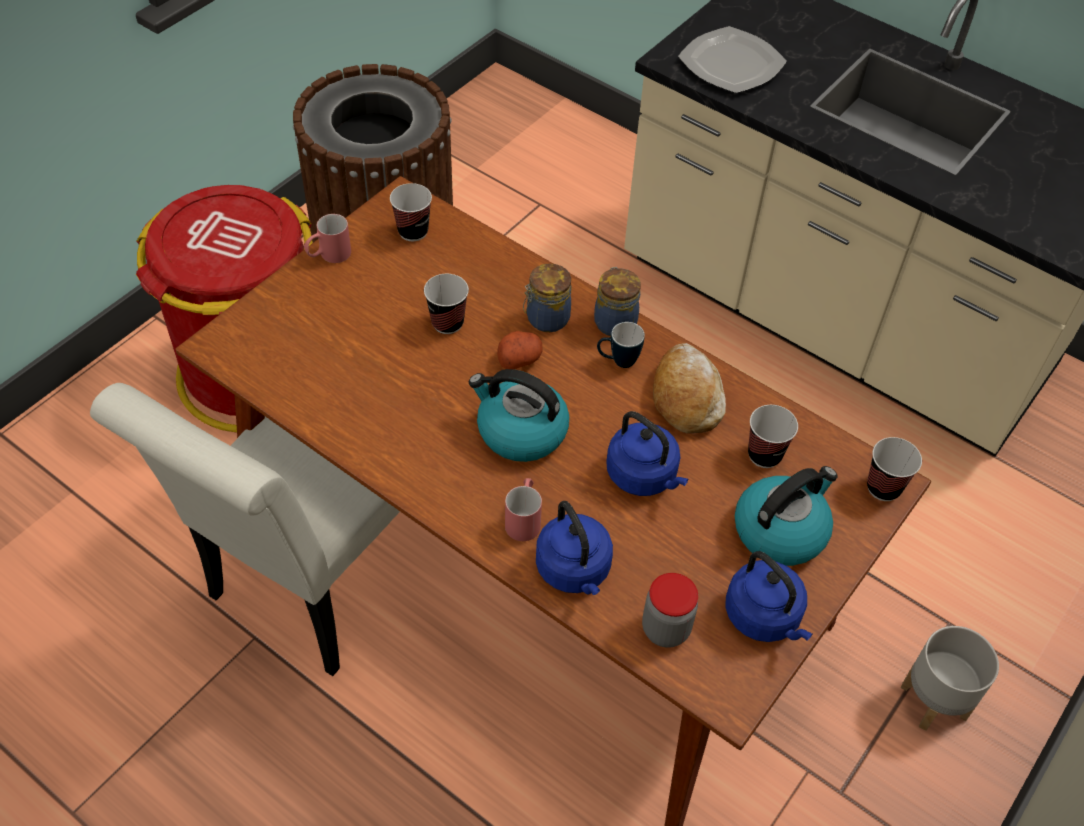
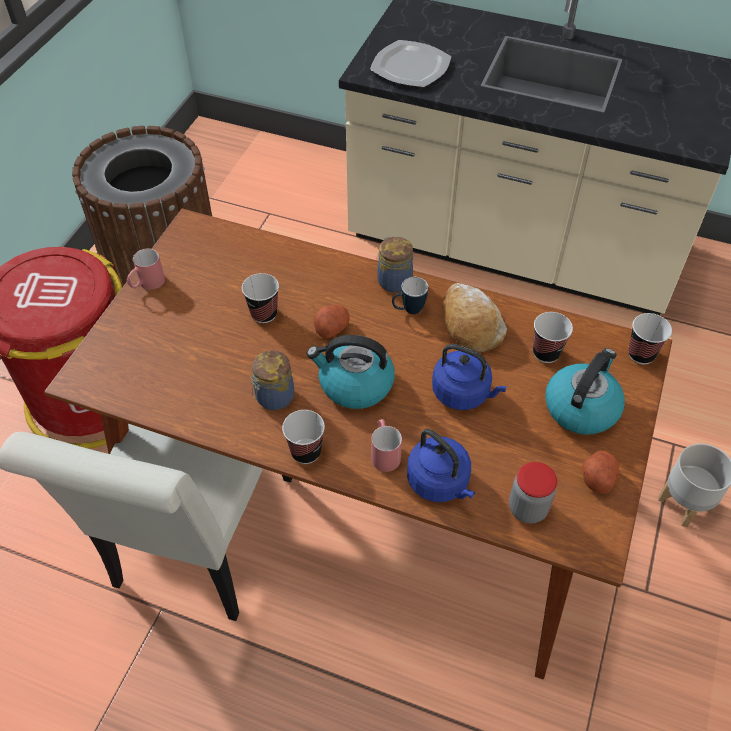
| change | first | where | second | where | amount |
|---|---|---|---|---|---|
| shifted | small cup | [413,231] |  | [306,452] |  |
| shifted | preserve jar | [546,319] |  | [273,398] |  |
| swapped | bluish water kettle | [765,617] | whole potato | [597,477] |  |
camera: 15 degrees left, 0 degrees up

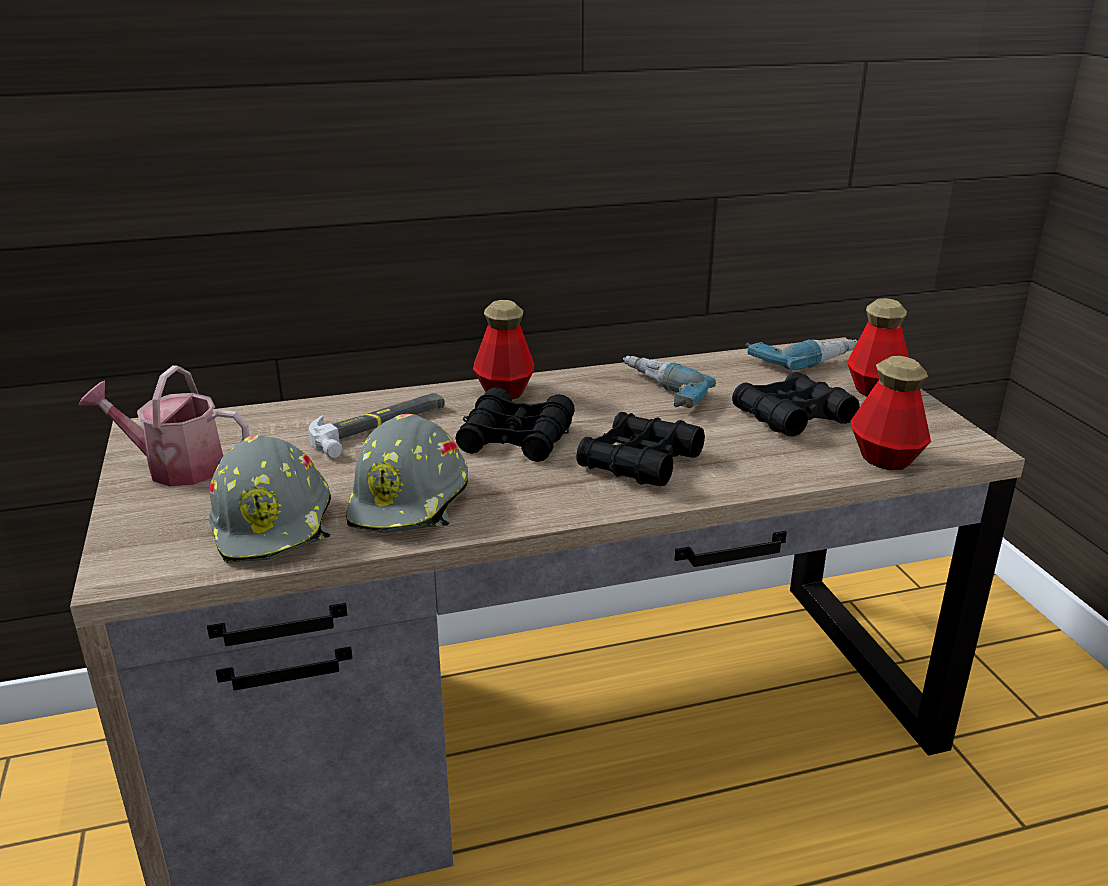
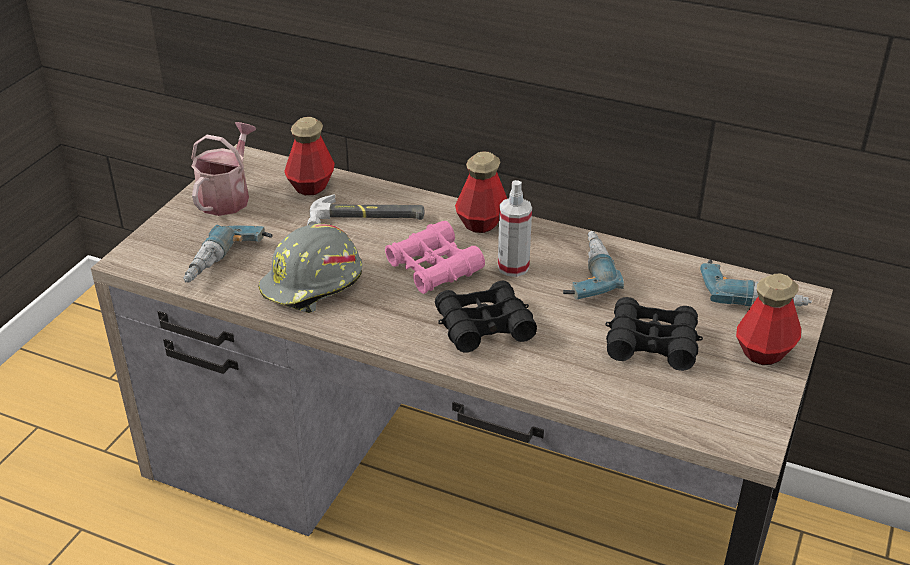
| change | first | where | second | where | amount |
|---|---|---|---|---|---|
| shifted | drink bottle | [885,458] |  | [311,186] |  |
| rotated | sprinkling can | [175,467] |  | [227,197] | 60 degrees clockwise |
| repainted | black-coloured pair of binoculars | [516,439] | pink-coloured pair of binoculars | [433,267] |  |
| swapped | grey safety helmet | [274,524] | electric drill | [228,264] |  |
| new |  |  | spray bottle | [513,267] |  |
camera: 40 degrees right, 10 degrees up

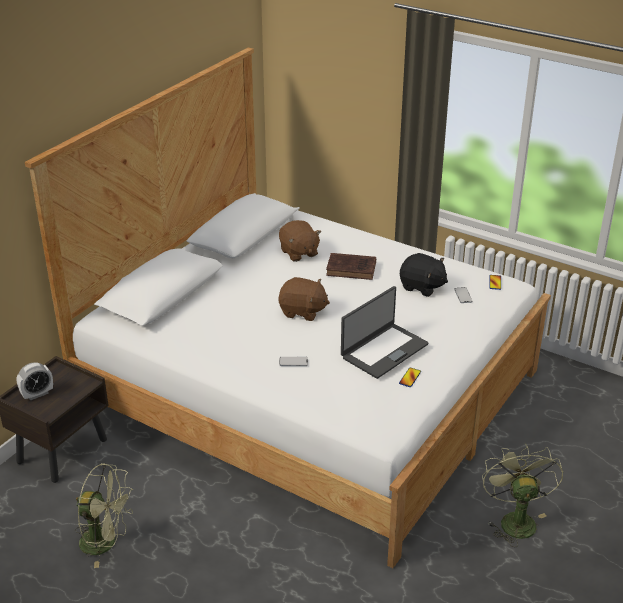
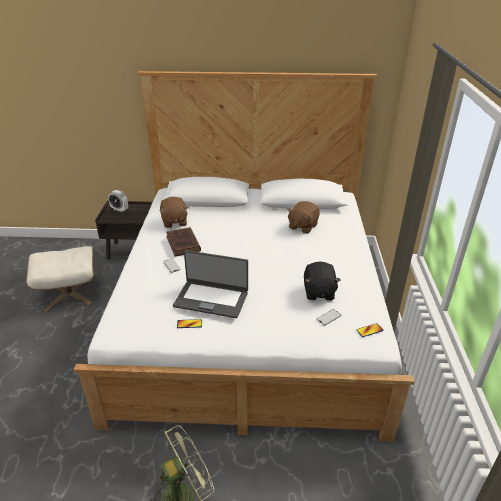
| change | first | where | second | where | amount |
|---|---|---|---|---|---|
| shifted | brown volume | [352,269] |  | [183,244] |  |
| shifted | brown cuddly toy | [302,311] |  | [174,221] |  |
| swapped | green fan | [106,542] | sand-coloured footrest | [69,294] |  |
camera: 60 degrees right, 0 degrees up

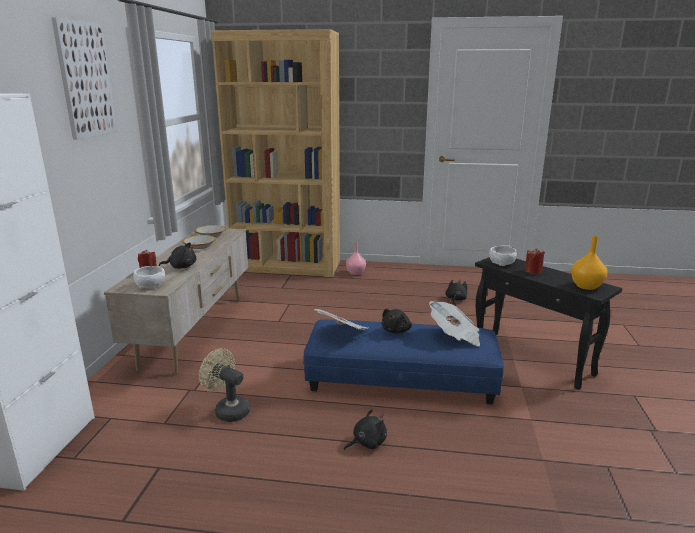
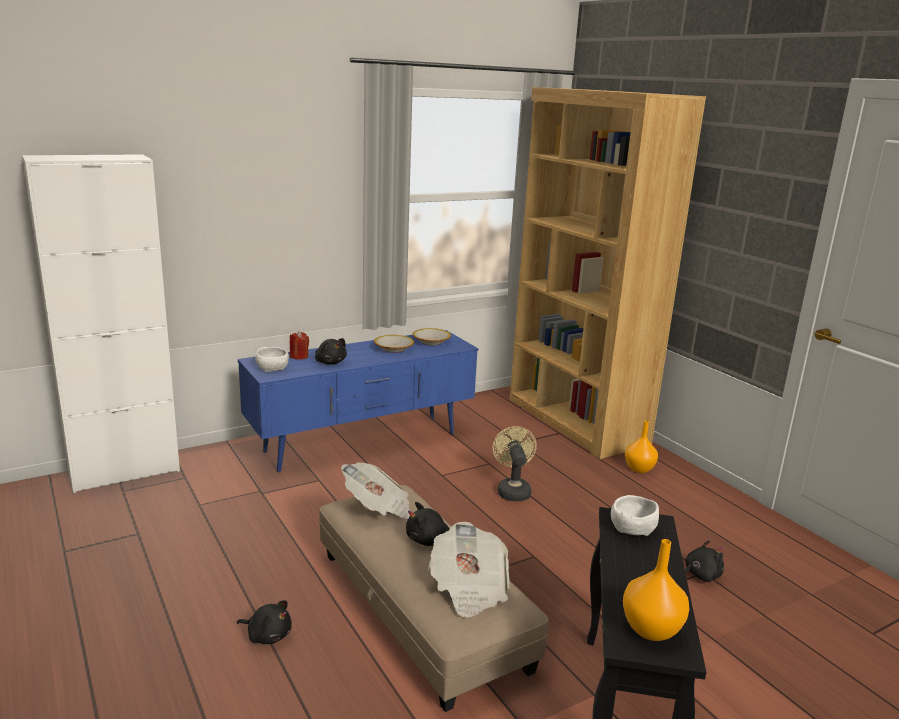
| change | first | where | second | where | amount |
|---|---|---|---|---|---|
| gone | wall picture | [85,80] |  |  |  |
| repainted | sand-coloured tv stand | [195,331] | bluish tv stand | [362,443] |  |
| repainted | pink-coloured vase | [355,273] | orange-coloured vase | [638,469] |  |
| gone | red-coloured wax light | [533,271] |  |  |  |
| repainted | bluish footrest | [401,379] | sand-coloured footrest | [420,609] |  |
| shifted | sand-coloured fan | [228,410] |  | [512,490] |  |
camera: 50 degrees right, 0 degrees up

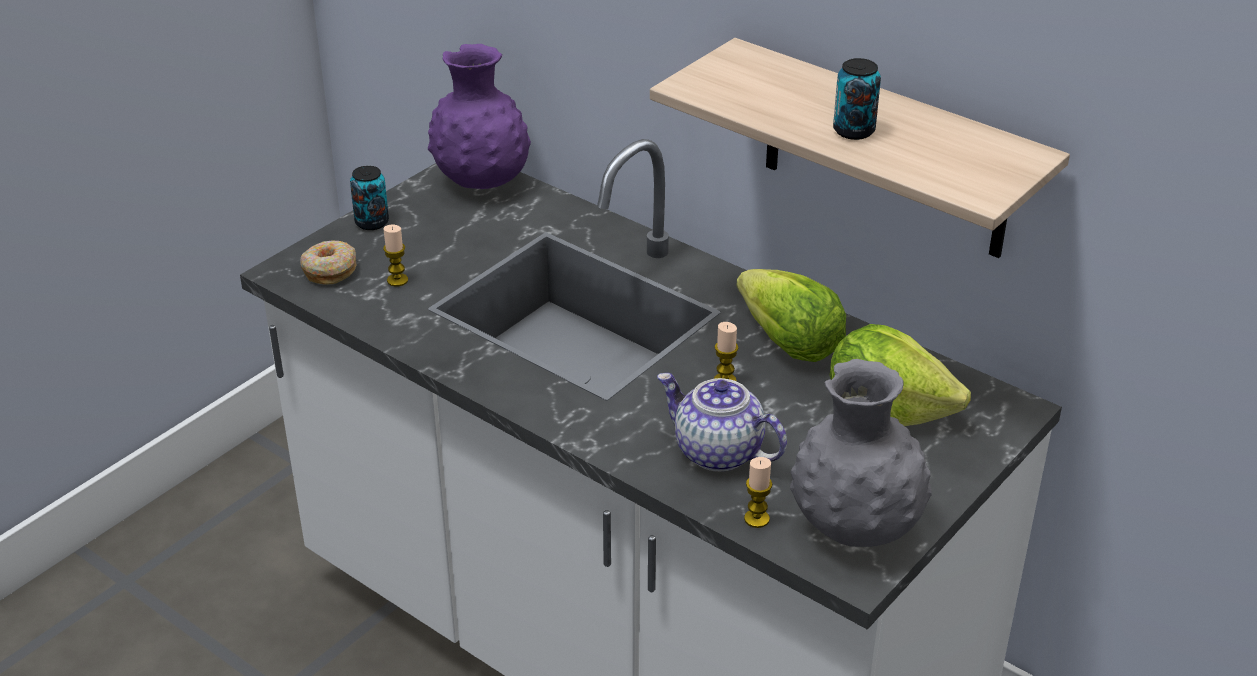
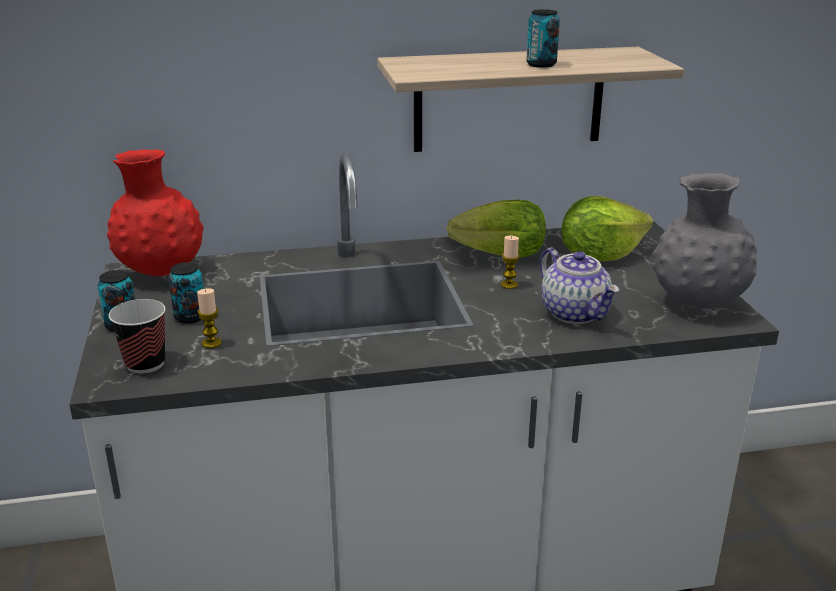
| change | first | where | second | where | amount |
|---|---|---|---|---|---|
| repainted | purple vase | [482,182] | red-coloured vase | [161,272] |  |
| swapped | doughnut | [329,270] | small cup | [145,364] |  |
| rotated | pot for tea | [717,452] |  | [575,313] | 105 degrees counterclockwise |
| gone | wax light | [756,519] |  |  |  |
| new |  |  | can | [190,317] |  |
camera: 50 degrees left, 10 degrees down

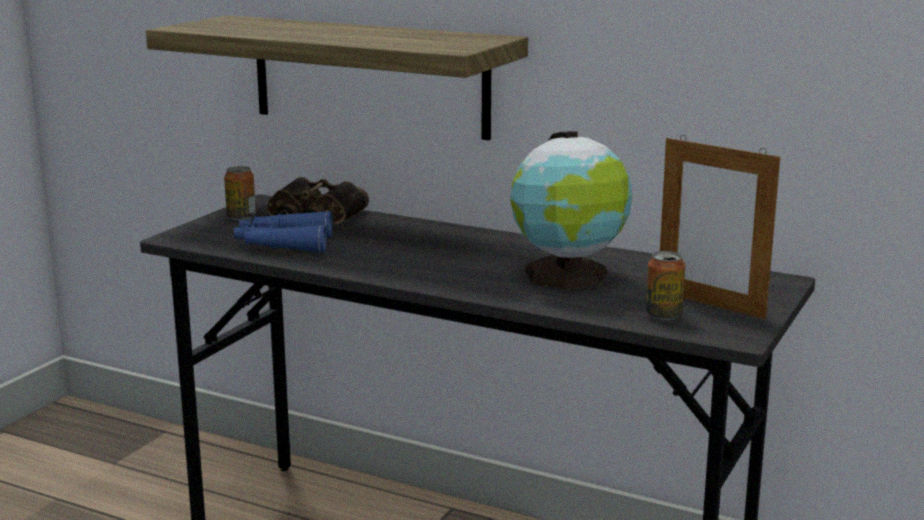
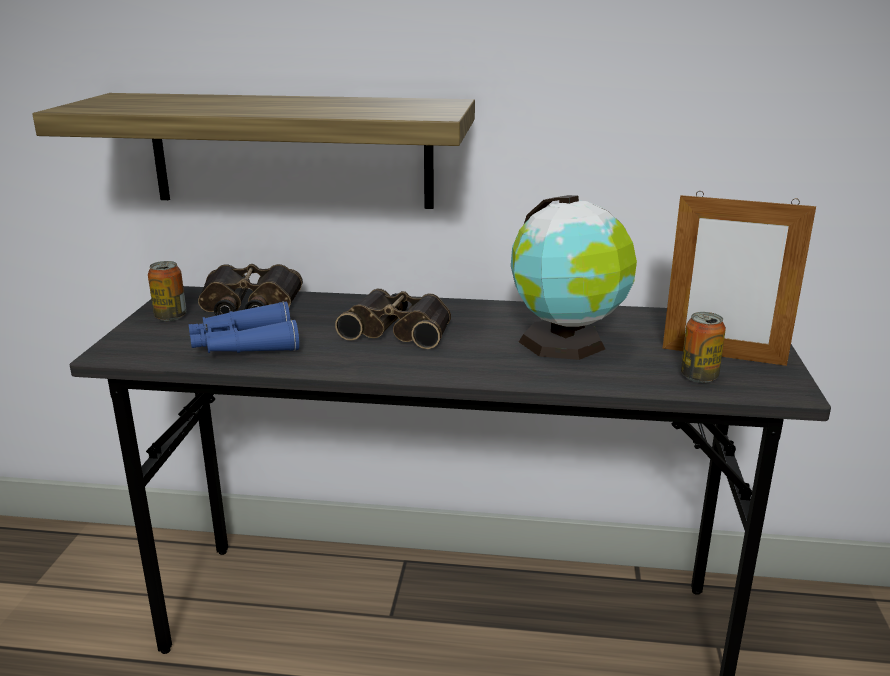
| change | first | where | second | where | amount |
|---|---|---|---|---|---|
| new |  |  | pair of binoculars | [400,329] |  |
camera: 20 degrees left, 5 degrees up

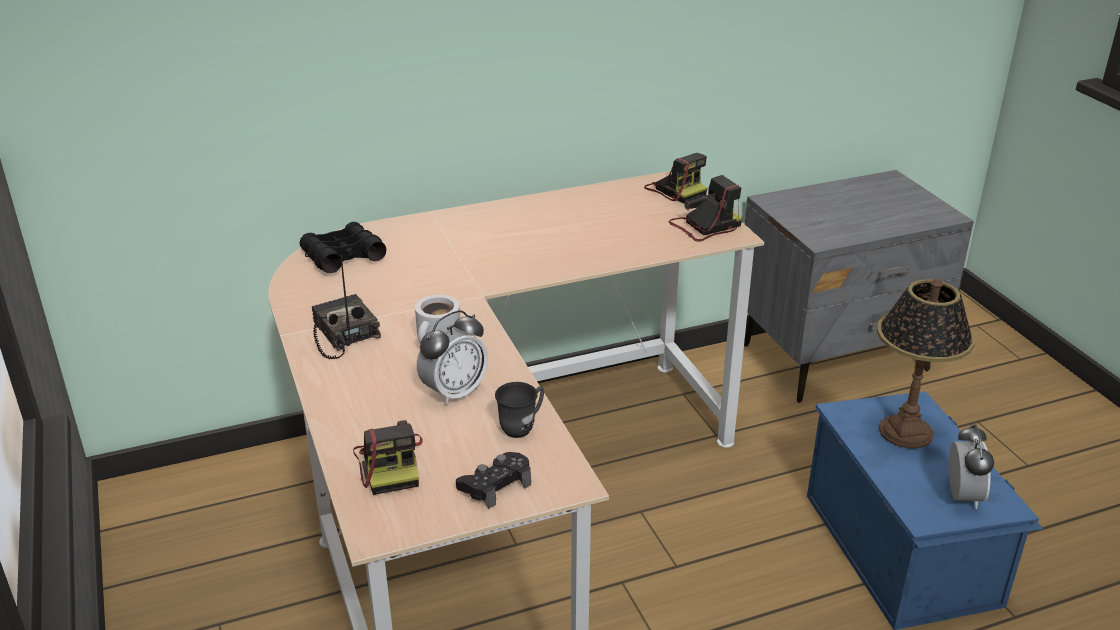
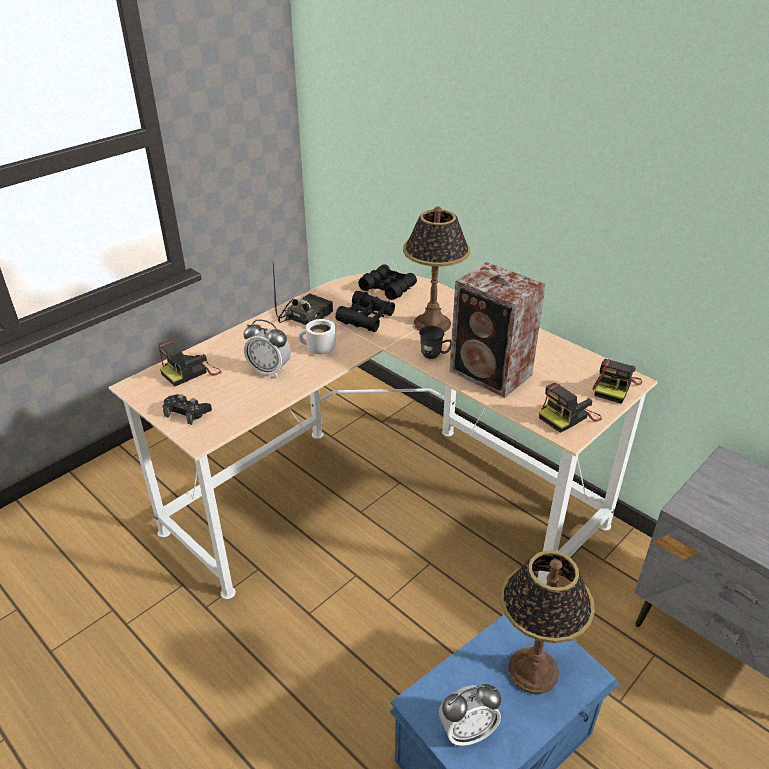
| change | first | where | second | where | amount |
|---|---|---|---|---|---|
| rotated | still camera | [705,226] |  | [568,416] | 105 degrees clockwise |
| shifted | grey coffee mug | [522,426] |  | [435,355] |  |
| new |  |  | table lamp | [433,323] |  |
| new |  |  | audio speaker | [492,374] |  |
| new |  |  | black-coloured pair of binoculars | [366,318] |  |
camera: 65 degrees right, 5 degrees up

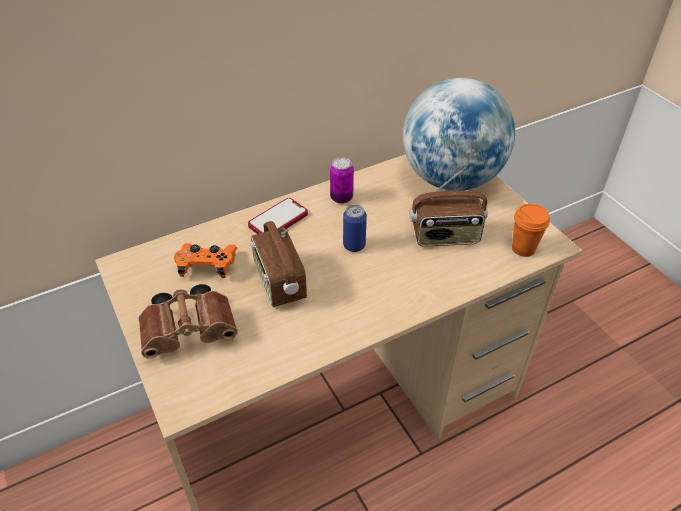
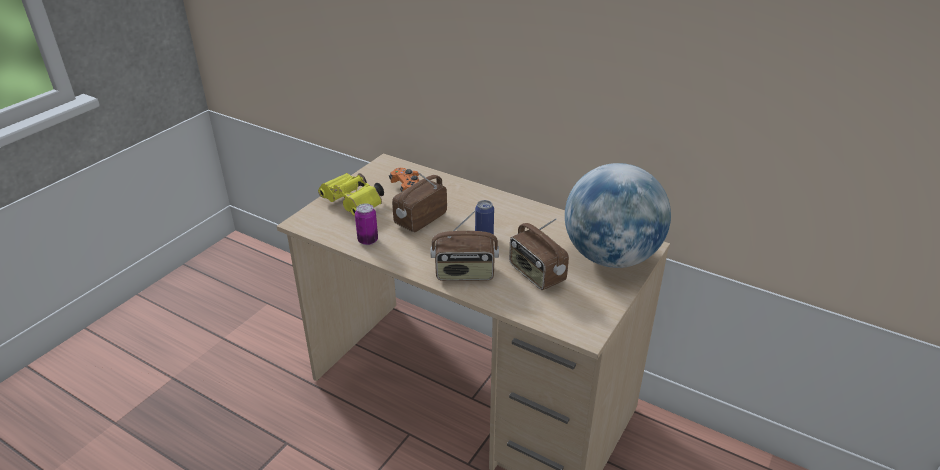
| change | first | where | second | where | amount |
|---|---|---|---|---|---|
| shifted | can | [341,198] |  | [368,240] |  |
| gone | telephone | [278,220] |  |  |  |
| gone | orange-coloured small cup | [523,248] |  |  |  |
| repainted | brown pair of binoculars | [192,331] | yellowish pair of binoculars | [354,205] |  |
| new |  |  | radio receiver | [464,274] |  |
camera: 60 degrees right, 10 degrees down

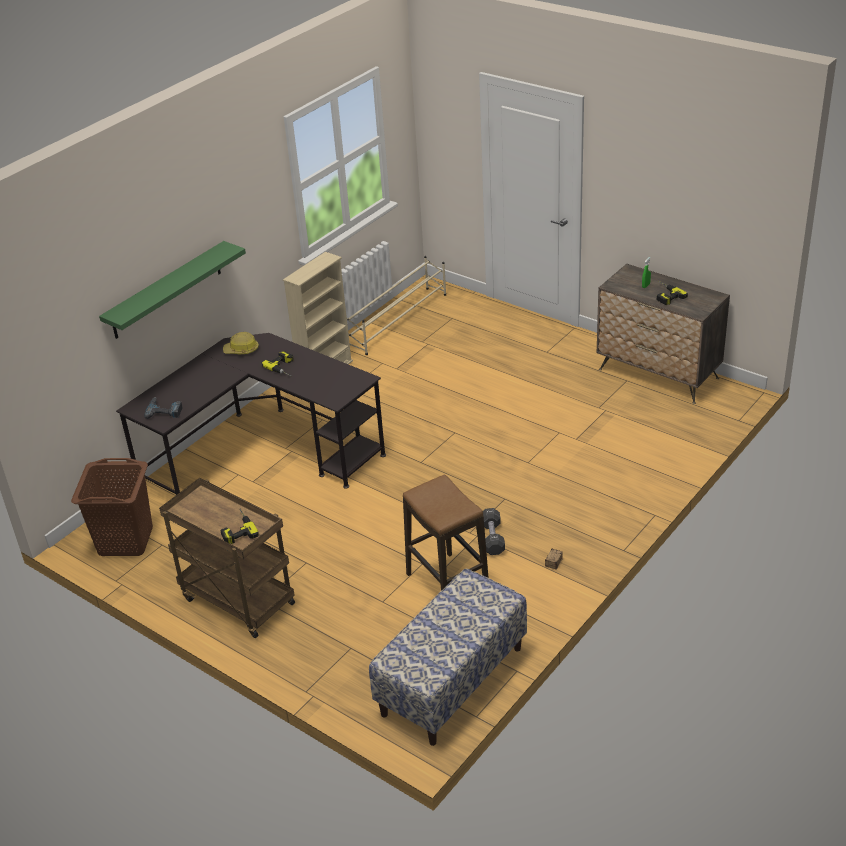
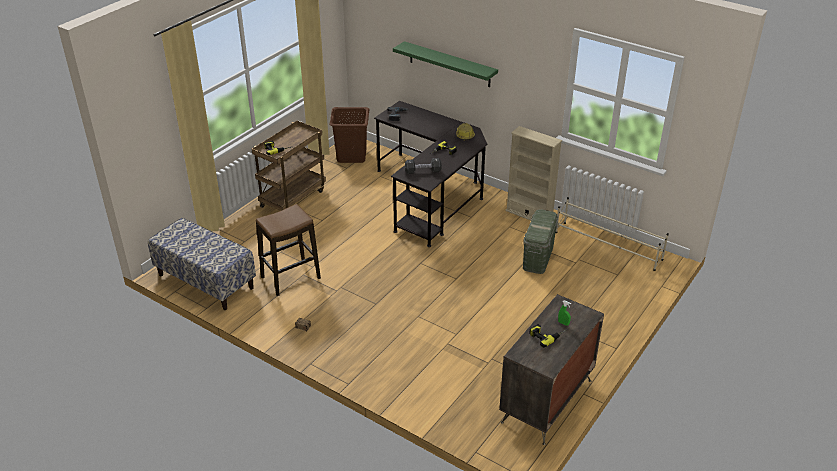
| change | first | where | second | where | amount |
|---|---|---|---|---|---|
| shifted | black-coloured dumbbell | [492,538] |  | [423,171] |  |
| new |  |  | green storage bin | [538,257] |  |
camera: 85 degrees right, 0 degrees up

